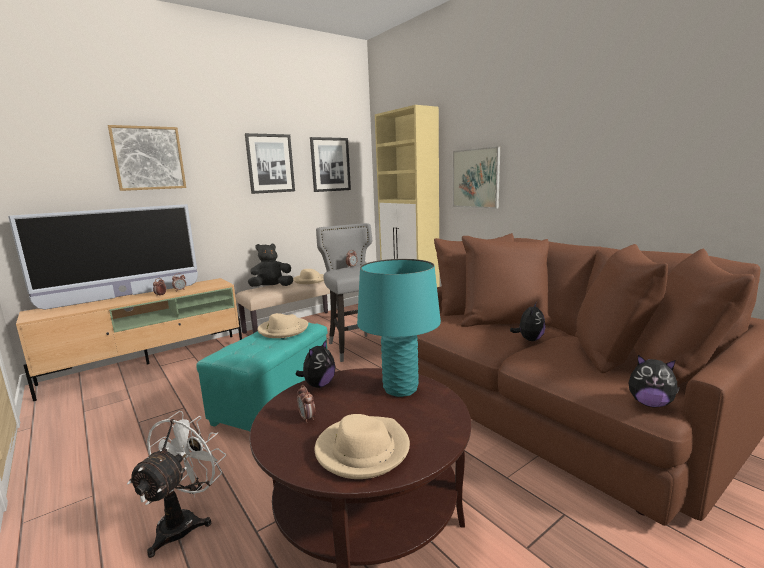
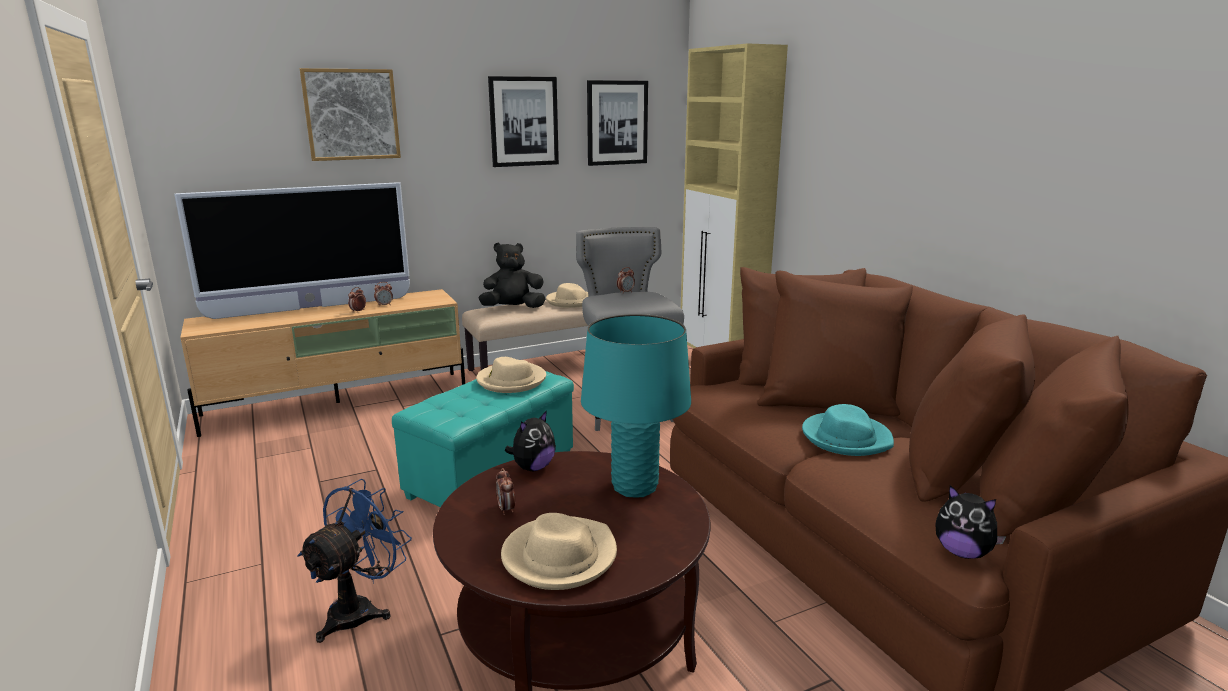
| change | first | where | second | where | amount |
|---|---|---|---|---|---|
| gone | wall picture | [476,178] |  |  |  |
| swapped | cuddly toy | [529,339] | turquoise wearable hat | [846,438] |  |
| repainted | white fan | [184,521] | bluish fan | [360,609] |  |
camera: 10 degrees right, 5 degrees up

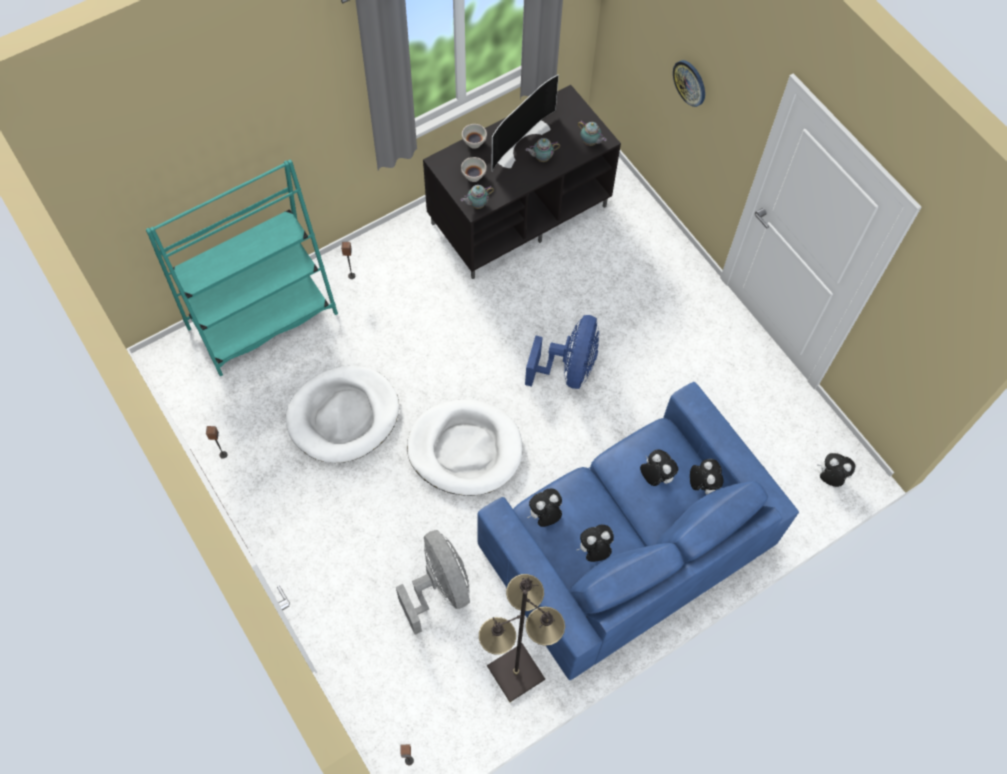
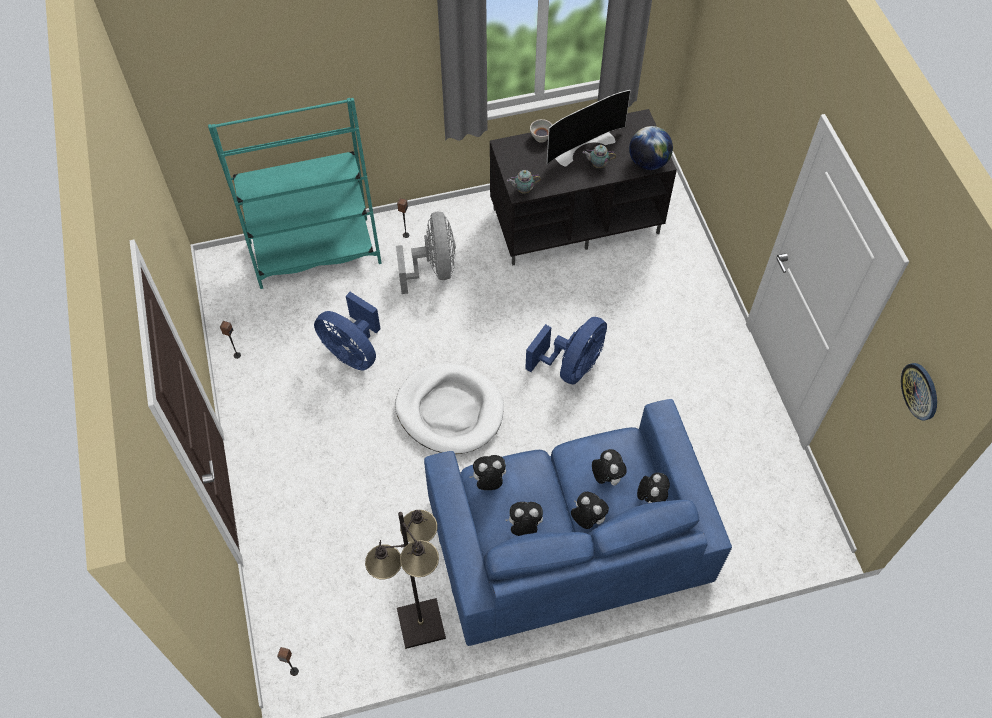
| change | first | where | second | where | amount |
|---|---|---|---|---|---|
| shifted | clock on the wall | [690,82] |  | [920,391] |  |
| swapped | pot for tea | [590,143] | desk globe | [648,162] |  |
| gone | white serving bowl | [473,176] |  |  |  |
| swapped | white dog bed | [343,416] | bluish fan | [353,351] |  |
| shifted | cuddly toy | [830,477] |  | [587,519] |  |
| shifted | grey fan | [439,588] |  | [433,269] |  |
camera: 20 degrees right, 5 degrees down

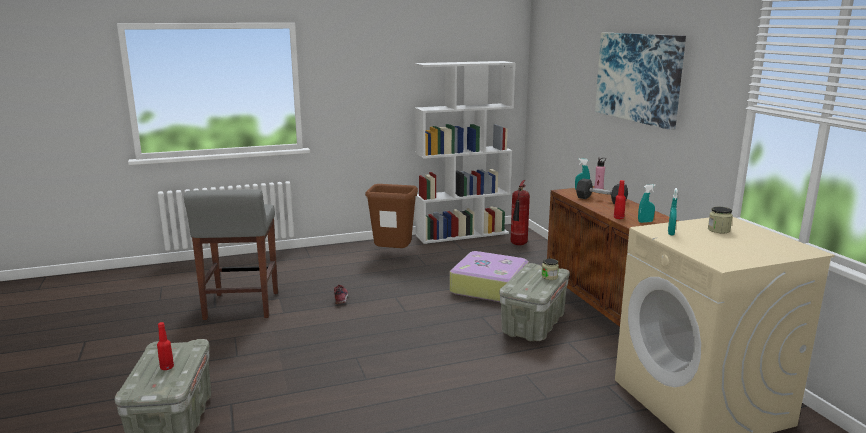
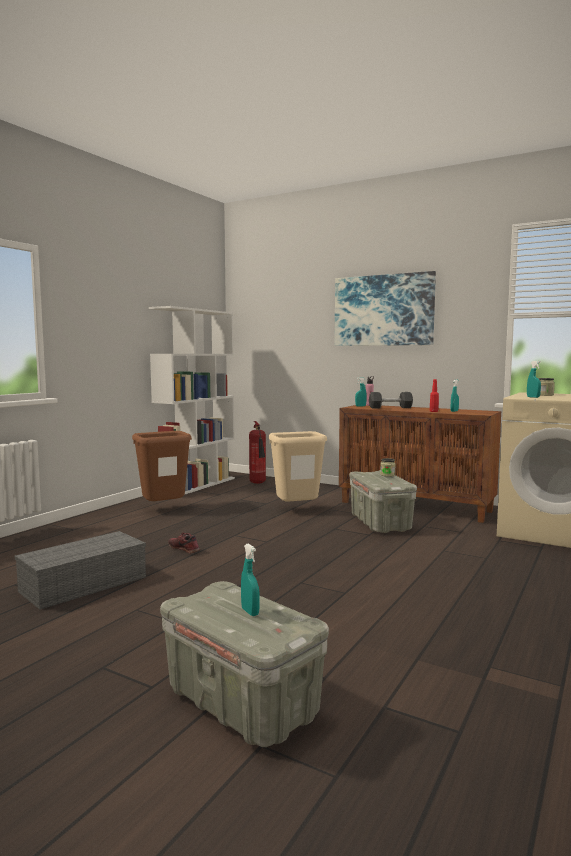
| change | first | where | second | where | amount |
|---|---|---|---|---|---|
| swapped | grey stool seat | [241,306] | grey storage bin | [83,585] |  |
| swapped | travel case | [489,286] | sand-coloured rubbish bin | [296,511] |  |
| swapped | red-coloured drink bottle | [167,367] | turquoise spray bottle | [250,612] |  |
camera: 40 degrees left, 10 degrees down

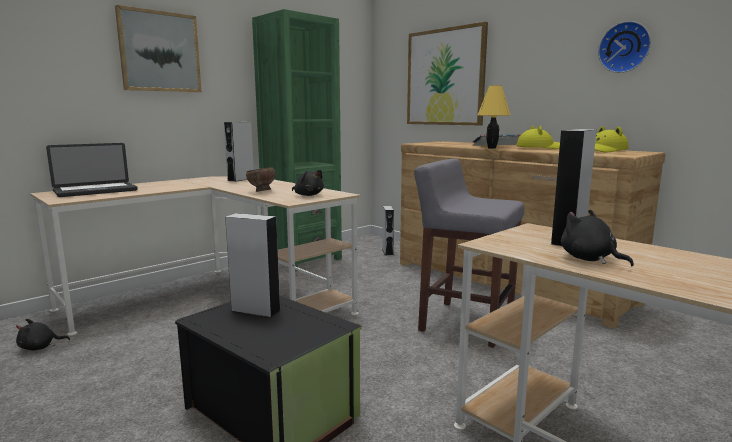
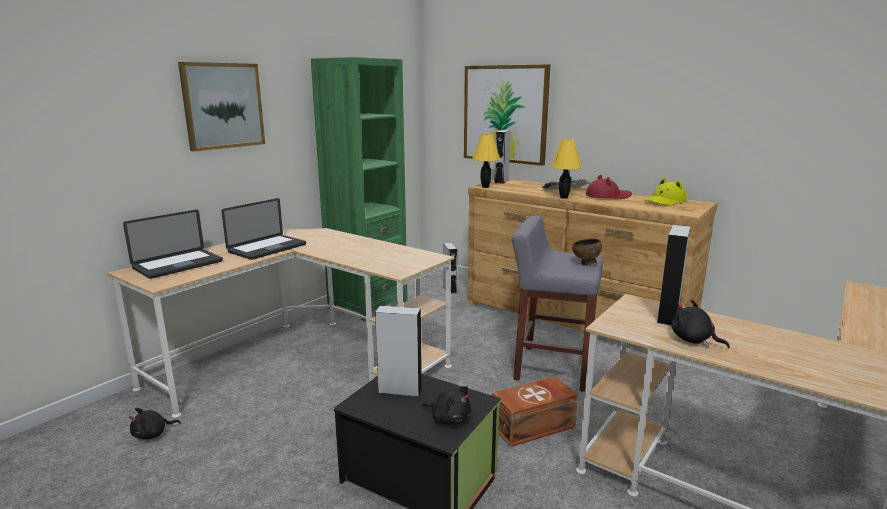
| change | first | where | second | where | amount |
|---|---|---|---|---|---|
| gone | clock on the wall | [625,47] |  |  |  |
| shifted | grey audio speaker | [241,179] |  | [501,181] |  |
| repainted | yellowish wearable hat | [541,148] | red-coloured wearable hat | [608,196] |  |
| shifted | brown serving bowl | [261,191] |  | [586,264] |  |
| shifted | black-coloured cuddly toy | [308,195] |  | [449,418] |  |
| new |  |  | yellowish table lamp | [485,187] |  |
| new |  |  | laptop | [267,248] |  |
| new |  |  | brown storage bin | [534,426] |  |
camera: 10 degrees left, 5 degrees up

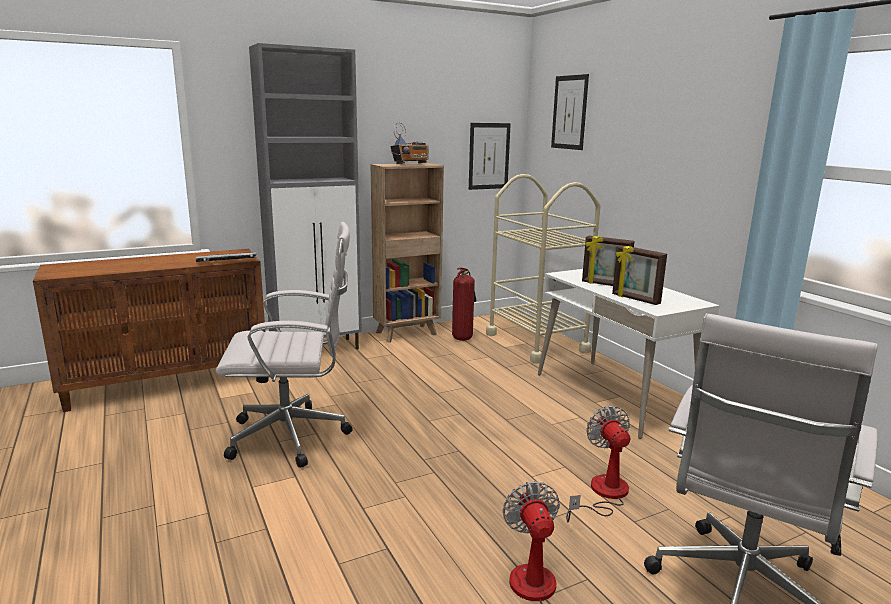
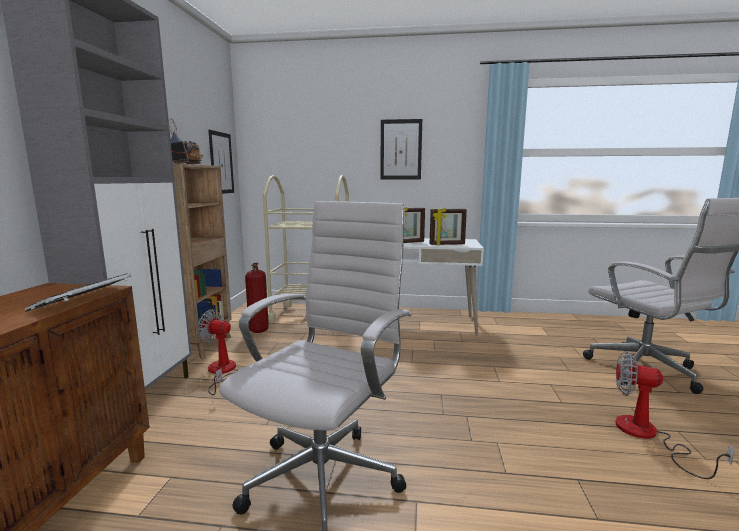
| change | first | where | second | where | amount |
|---|---|---|---|---|---|
| shifted | wall picture | [569,112] |  | [401,149] |  |
| shifted | fan | [603,494] |  | [221,372] |  |
camera: 55 degrees left, 5 degrees down

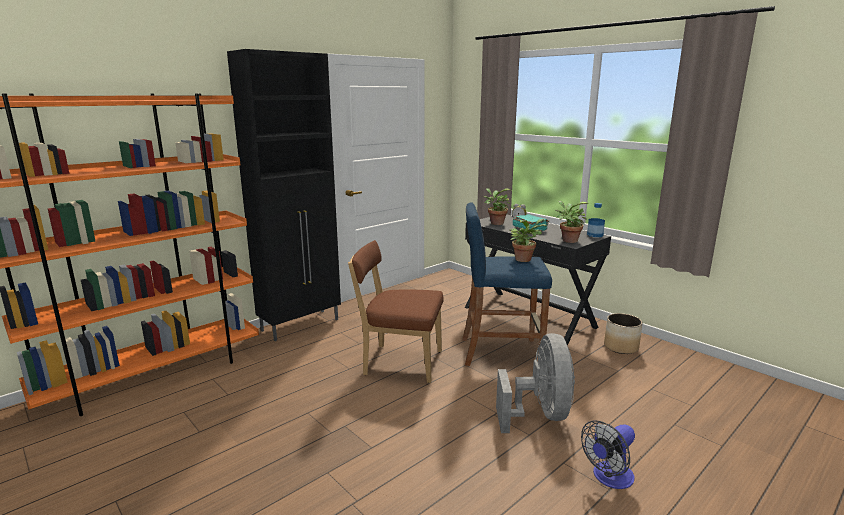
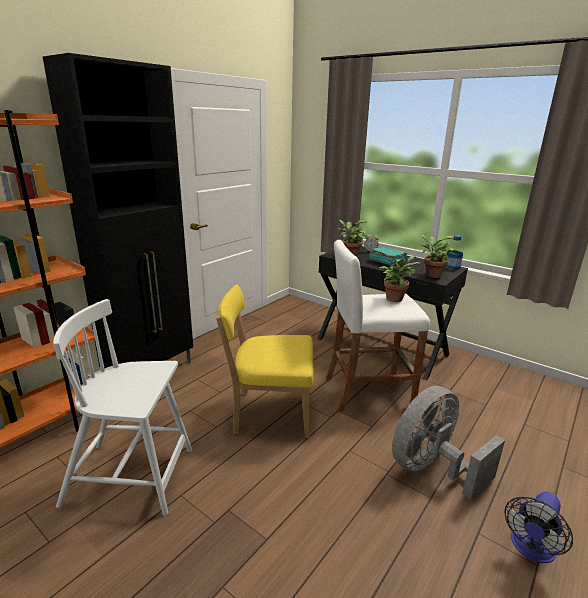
| change | first | where | second | where | amount |
|---|---|---|---|---|---|
| repainted | bluish stool seat | [501,352] | white stool seat | [368,391] |  |
| repainted | brown upright chair | [399,362] | yellowish upright chair | [268,413] |  |
| gone | plant pot | [621,347] |  |  |  |
| rotated | grey fan | [539,414] |  | [432,468] | 120 degrees counterclockwise |
| new |  |  | white upright chair | [132,476] |  |
camera: 10 degrees left, 5 degrees up

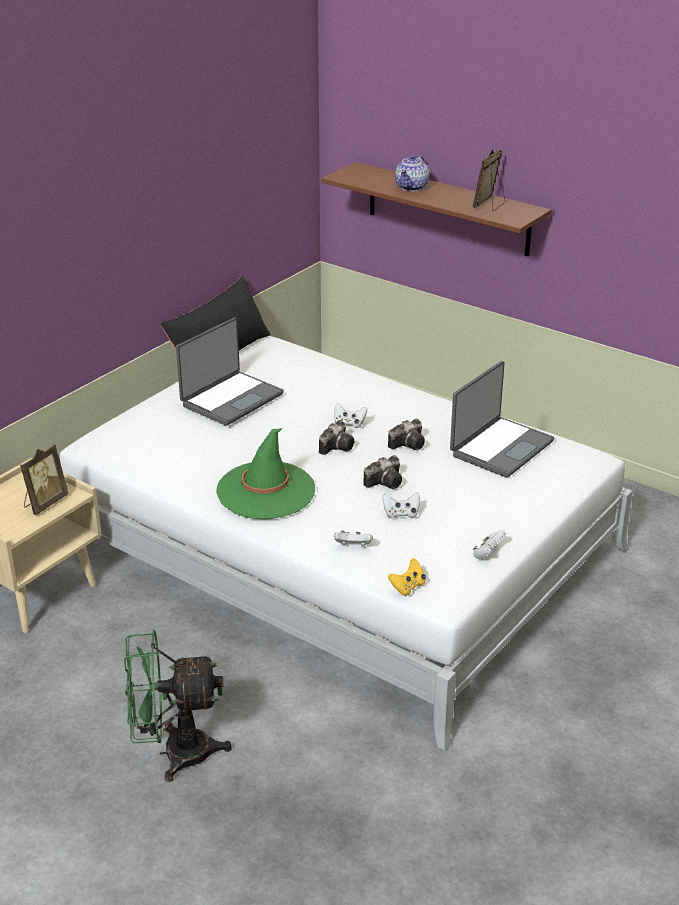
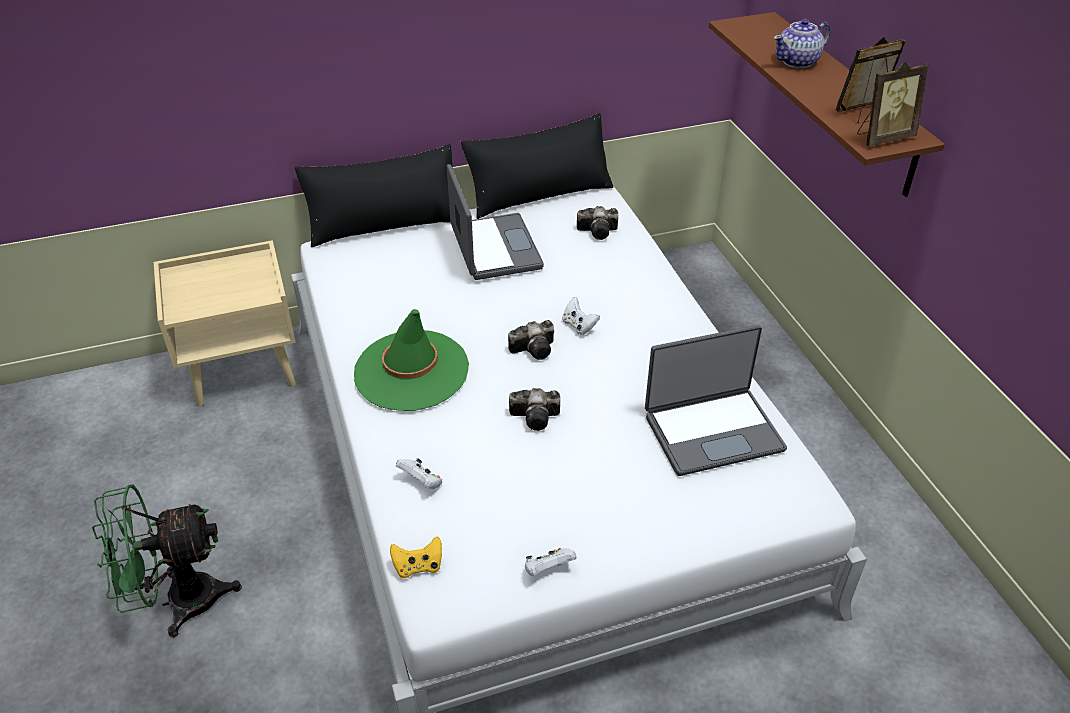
| change | first | where | second | where | amount |
|---|---|---|---|---|---|
| rotated | laptop | [231,399] |  | [493,248] | 90 degrees counterclockwise |
| shifted | still camera | [409,444] |  | [599,231] |  |
| shifted | photo frame | [44,503] |  | [883,137] |  |
| gone | white game controller | [401,514] |  |  |  |
| rotated | green fan | [174,753] |  | [179,602] | 45 degrees counterclockwise |
| new |  |  | black-coloured pillow | [385,224] |  |
camera: 35 degrees right, 10 degrees up

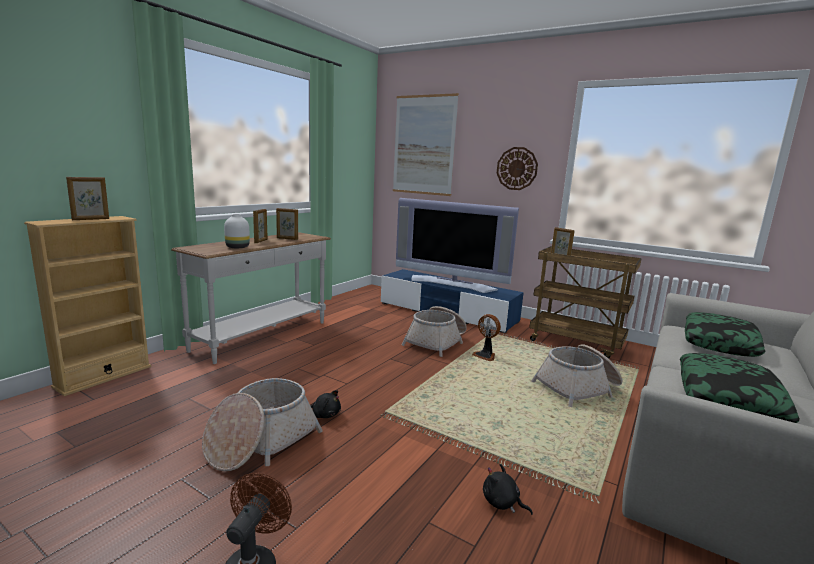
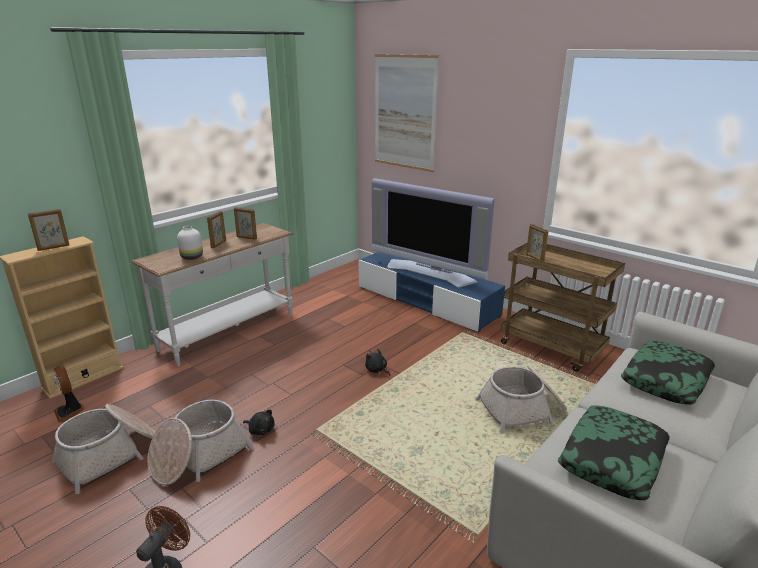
| change | first | where | second | where | amount |
|---|---|---|---|---|---|
| gone | clock on the wall | [517,168] |  |  |  |
| shifted | household basket | [437,342] |  | [110,455] |  |
| shifted | fan | [485,356] |  | [70,411] |  |
| shifted | black-coloured cuddly toy | [502,503] |  | [377,370] |  |
camera: 10 degrees right, 10 degrees up

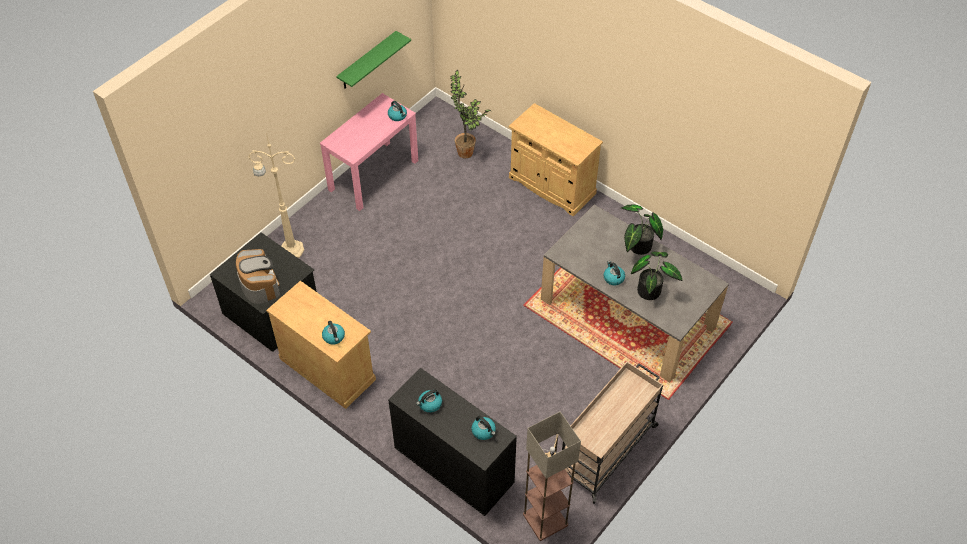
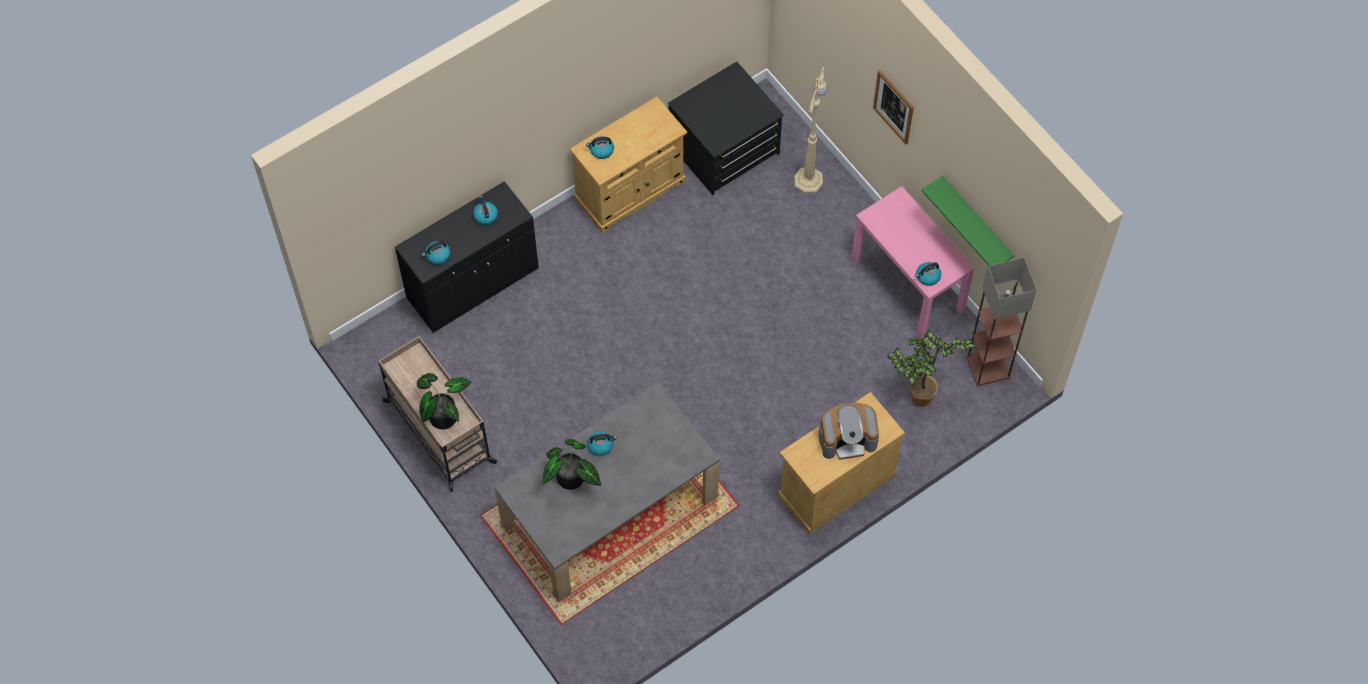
| change | first | where | second | where | amount |
|---|---|---|---|---|---|
| shifted | plant in a pot | [637,247] |  | [443,414] |  |
| shifted | coffee machine | [259,284] |  | [847,438] |  |
| shifted | standing lamp | [544,519] |  | [988,366] |  |
| new |  |  | wall picture | [894,107] |  |
camera: 105 degrees right, 10 degrees up

